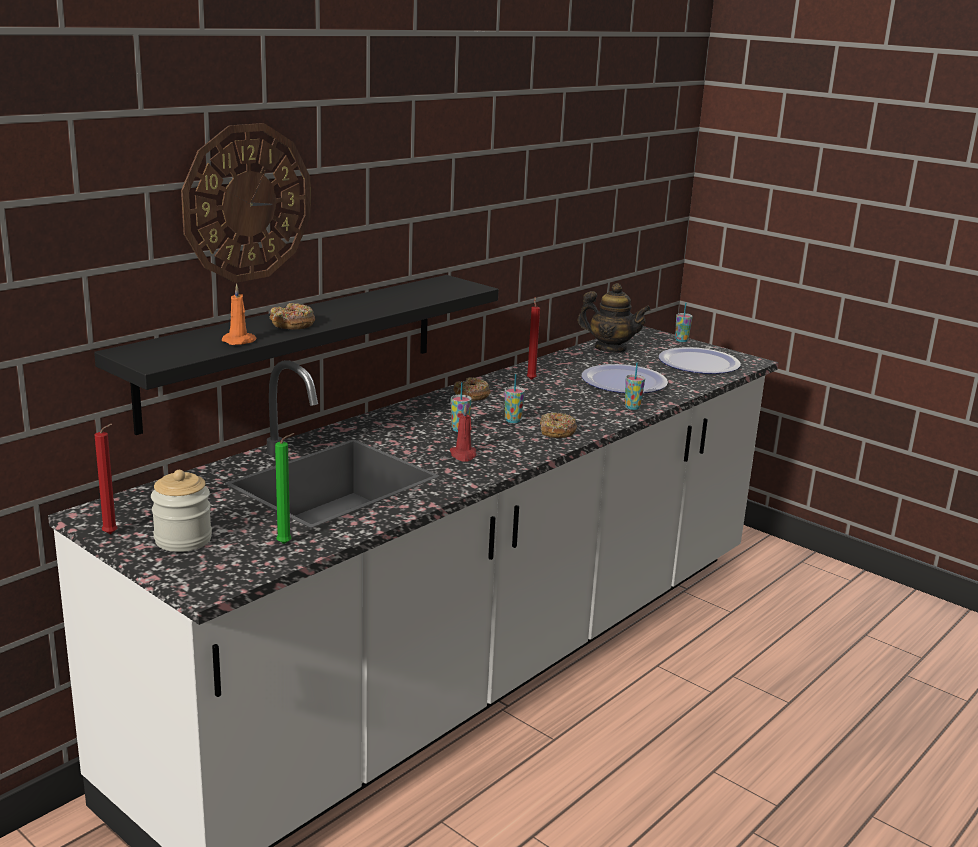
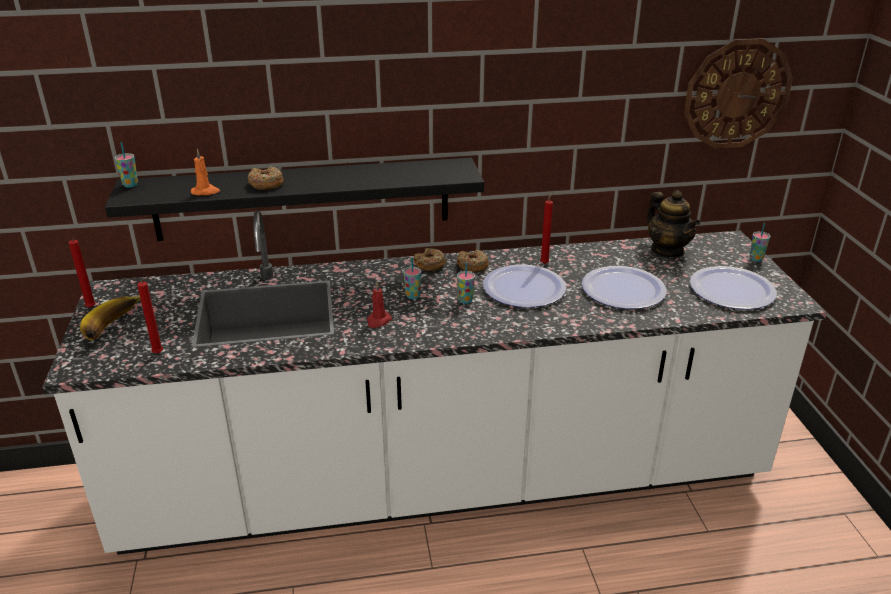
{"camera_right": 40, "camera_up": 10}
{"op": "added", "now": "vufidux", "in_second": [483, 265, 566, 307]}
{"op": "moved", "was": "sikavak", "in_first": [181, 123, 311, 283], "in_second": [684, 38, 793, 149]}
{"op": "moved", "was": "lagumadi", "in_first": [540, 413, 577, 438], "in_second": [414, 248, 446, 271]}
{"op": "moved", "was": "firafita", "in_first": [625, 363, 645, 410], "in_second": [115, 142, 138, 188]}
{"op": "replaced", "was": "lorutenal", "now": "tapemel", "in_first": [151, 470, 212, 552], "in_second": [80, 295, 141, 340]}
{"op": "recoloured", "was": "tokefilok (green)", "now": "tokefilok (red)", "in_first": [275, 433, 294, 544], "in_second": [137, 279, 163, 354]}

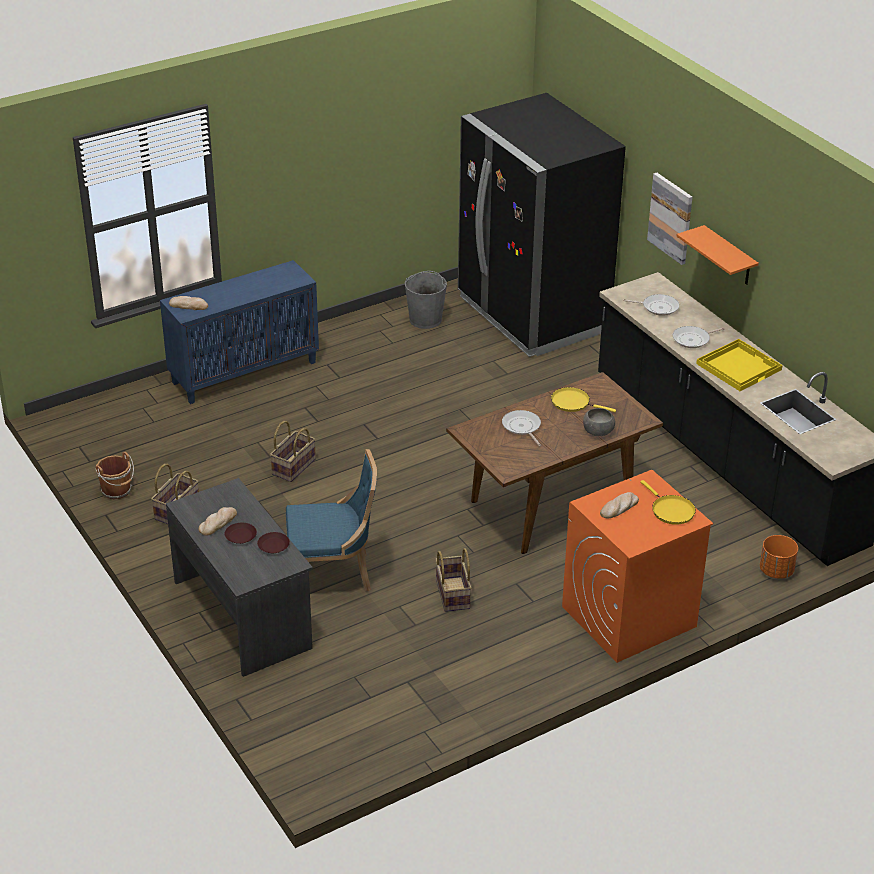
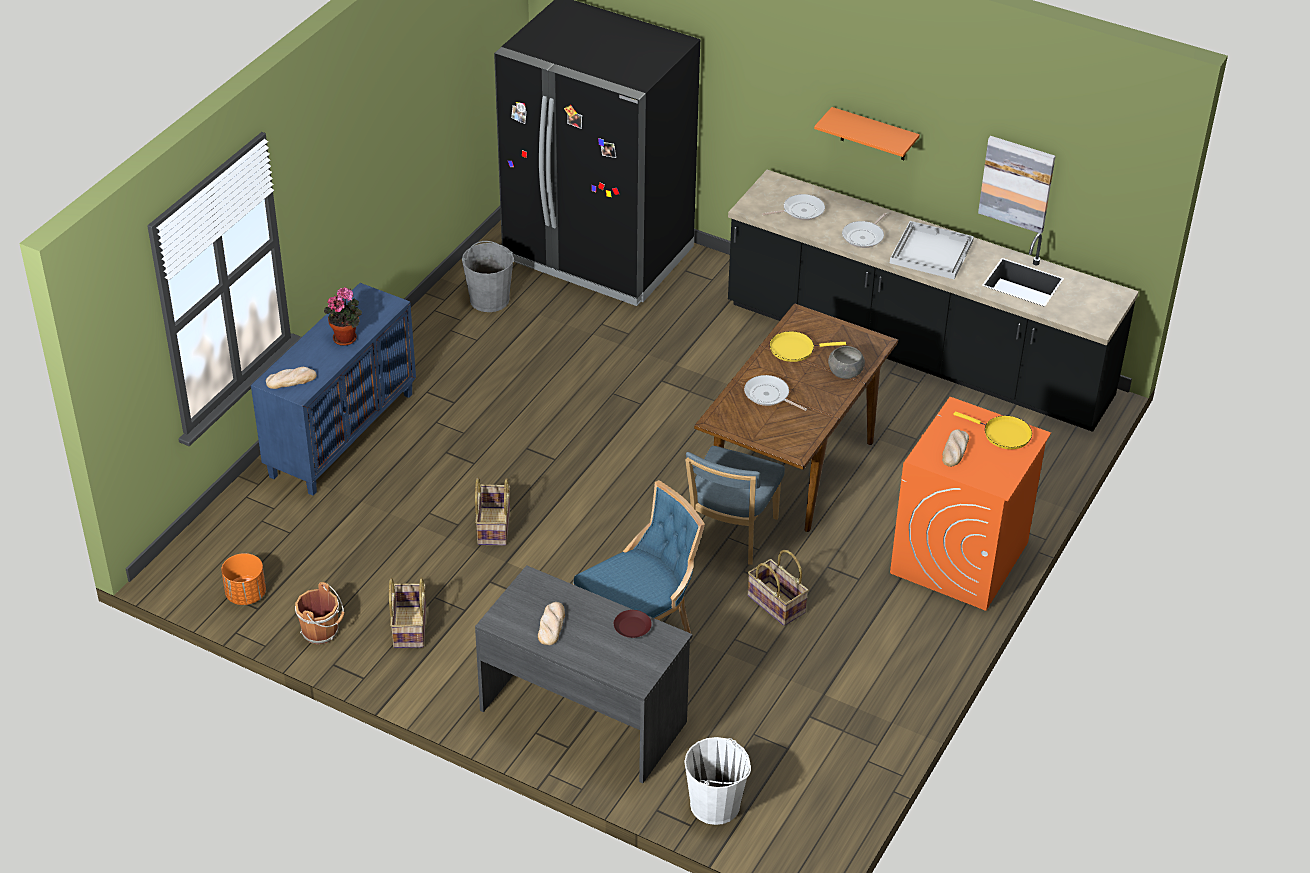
{"camera_right": -30, "camera_up": 5}
{"op": "removed", "was": "vufidux (brown)", "in_first": [225, 523, 257, 544]}
{"op": "added", "now": "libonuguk", "in_second": [324, 287, 362, 346]}
{"op": "added", "now": "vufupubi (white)", "in_second": [684, 737, 751, 825]}
{"op": "added", "now": "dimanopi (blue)", "in_second": [685, 446, 785, 565]}
{"op": "moved", "was": "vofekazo", "in_first": [647, 173, 693, 265], "in_second": [978, 136, 1055, 234]}
{"op": "moved", "was": "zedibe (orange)", "in_first": [760, 535, 798, 579], "in_second": [221, 553, 266, 605]}
{"op": "recoloured", "was": "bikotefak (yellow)", "now": "bikotefak (white)", "in_first": [696, 339, 783, 391], "in_second": [890, 221, 974, 279]}

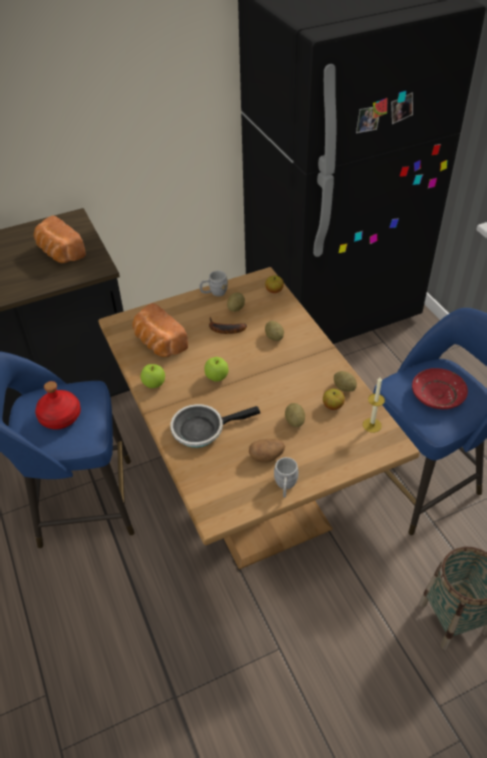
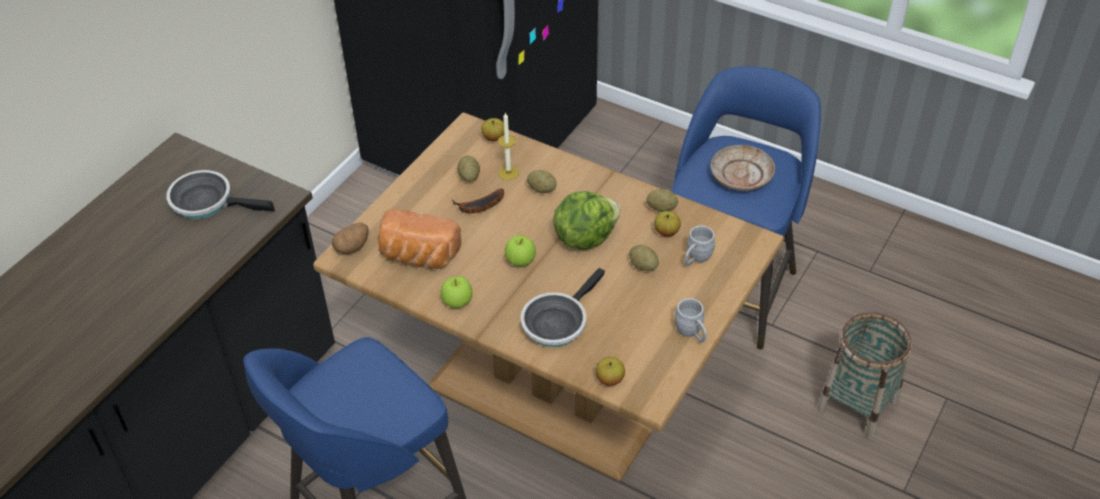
{"camera_right": -35, "camera_up": 0}
{"op": "removed", "was": "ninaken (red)", "in_first": [35, 381, 81, 430]}
{"op": "added", "now": "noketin", "in_second": [553, 191, 621, 250]}
{"op": "added", "now": "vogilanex", "in_second": [596, 357, 625, 386]}
{"op": "moved", "was": "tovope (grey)", "in_first": [199, 271, 228, 297], "in_second": [684, 226, 715, 266]}
{"op": "moved", "was": "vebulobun", "in_first": [249, 439, 285, 463], "in_second": [332, 223, 369, 254]}
{"op": "moved", "was": "tokefilok", "in_first": [363, 377, 385, 433], "in_second": [498, 112, 519, 180]}
{"op": "replaced", "was": "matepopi", "now": "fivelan", "in_first": [34, 215, 86, 263], "in_second": [166, 170, 275, 219]}
{"op": "recoloured", "was": "vufidux (red)", "now": "vufidux (beige)", "in_first": [412, 368, 468, 409], "in_second": [711, 145, 775, 191]}

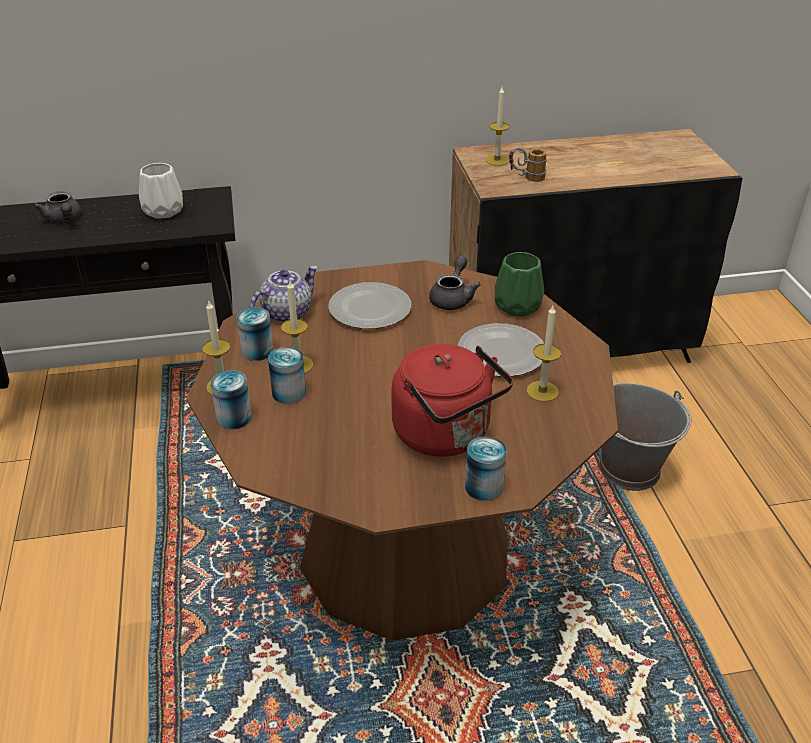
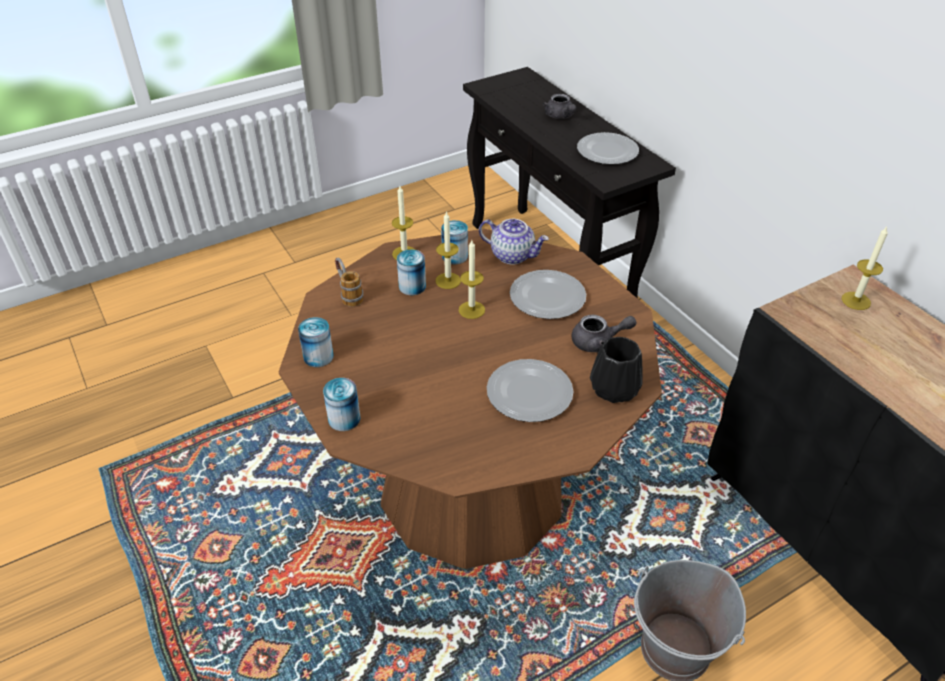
{"camera_right": 70, "camera_up": 5}
{"op": "removed", "was": "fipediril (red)", "in_first": [391, 344, 513, 457]}
{"op": "moved", "was": "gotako", "in_first": [211, 370, 252, 429], "in_second": [298, 317, 334, 367]}
{"op": "moved", "was": "tovope", "in_first": [509, 147, 547, 182], "in_second": [335, 258, 364, 307]}
{"op": "moved", "was": "tokefilok", "in_first": [527, 305, 561, 402], "in_second": [459, 240, 485, 319]}
{"op": "replaced", "was": "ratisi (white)", "now": "vufidux", "in_first": [139, 163, 183, 219], "in_second": [577, 132, 639, 165]}
{"op": "recoloured", "was": "ratisi (green)", "now": "ratisi (black)", "in_first": [495, 252, 544, 317], "in_second": [590, 337, 643, 403]}
{"op": "turned", "was": "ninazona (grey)", "in_first": [33, 191, 81, 222], "in_second": [543, 94, 576, 119], "clockwise": -60}

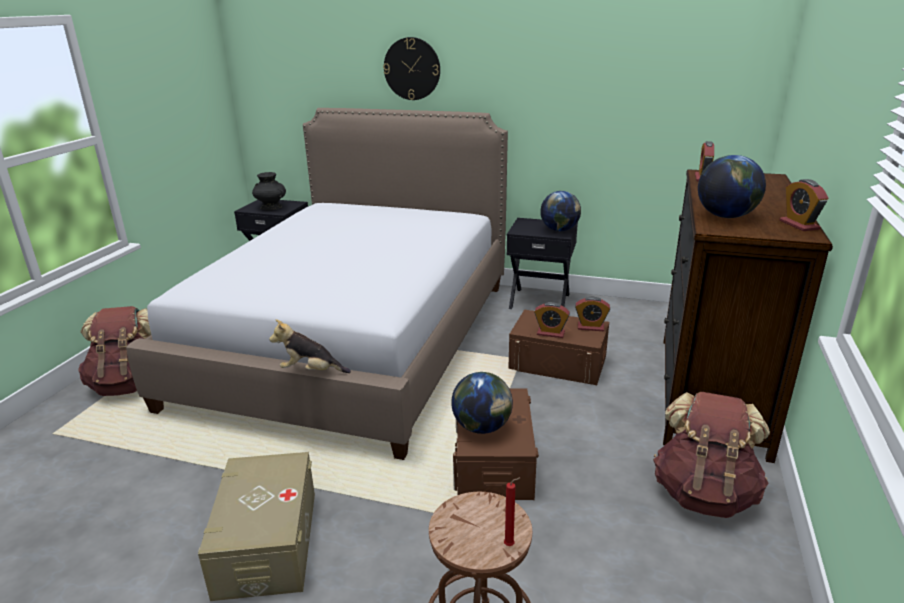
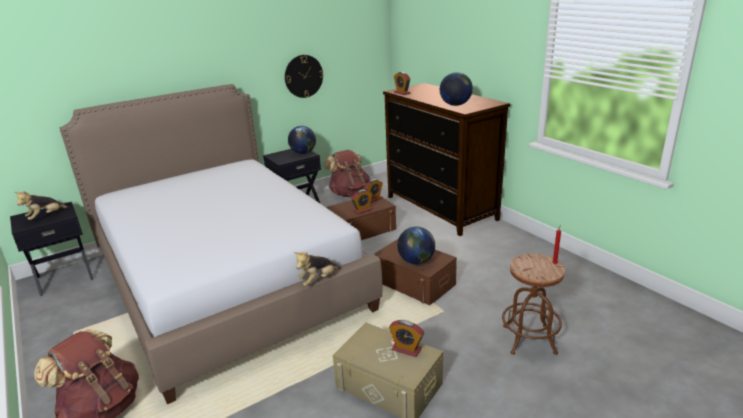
{"camera_right": -50, "camera_up": 0}
{"op": "moved", "was": "sikavak", "in_first": [383, 37, 440, 100], "in_second": [285, 55, 324, 98]}
{"op": "moved", "was": "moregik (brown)", "in_first": [653, 392, 770, 518], "in_second": [324, 150, 370, 197]}
{"op": "moved", "was": "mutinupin", "in_first": [779, 179, 829, 231], "in_second": [389, 320, 424, 357]}
{"op": "replaced", "was": "ratisi (black)", "now": "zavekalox", "in_first": [252, 172, 286, 211], "in_second": [14, 190, 70, 220]}

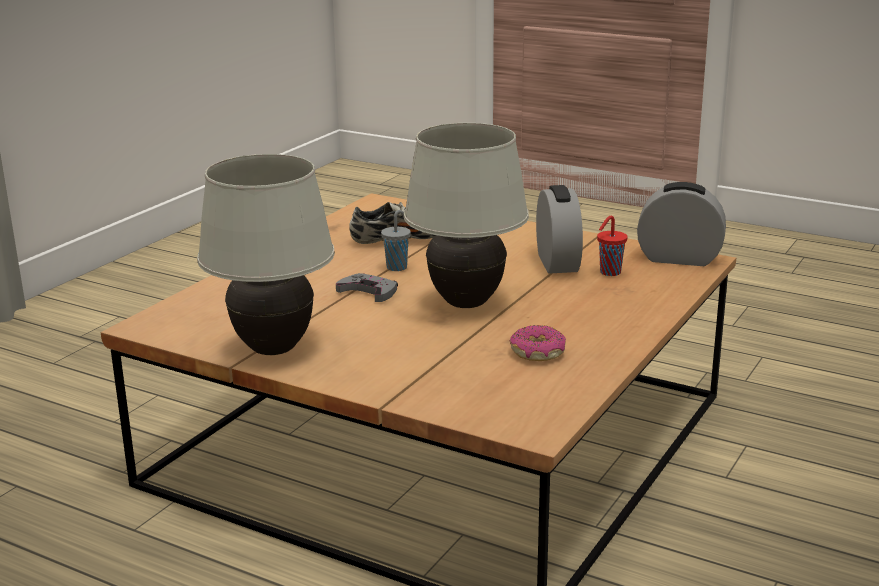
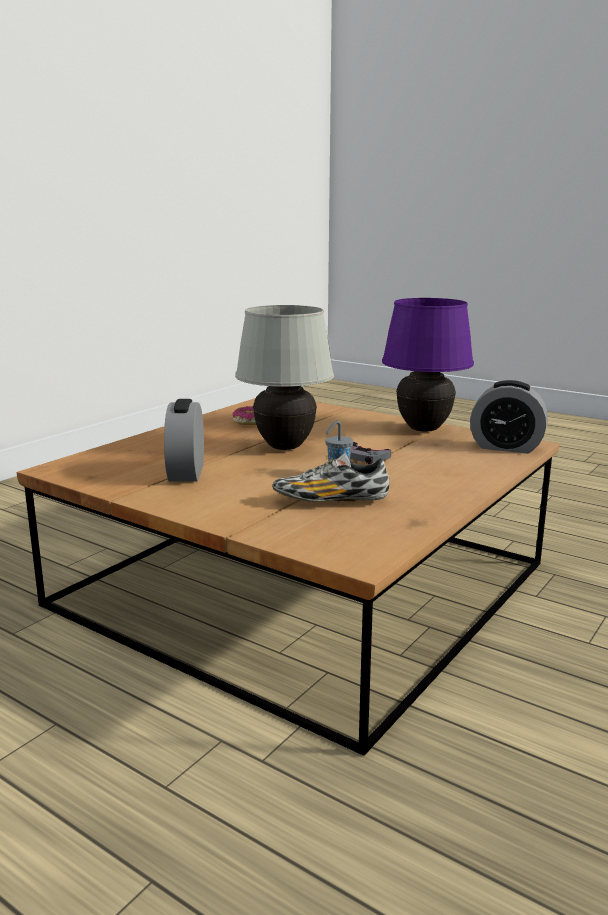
{"camera_right": -175, "camera_up": -5}
{"op": "removed", "was": "firafita (red)", "in_first": [597, 216, 628, 276]}
{"op": "moved", "was": "mutinupin", "in_first": [637, 182, 726, 266], "in_second": [470, 380, 548, 453]}
{"op": "recoloured", "was": "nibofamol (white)", "now": "nibofamol (purple)", "in_first": [197, 154, 335, 355], "in_second": [382, 298, 474, 432]}

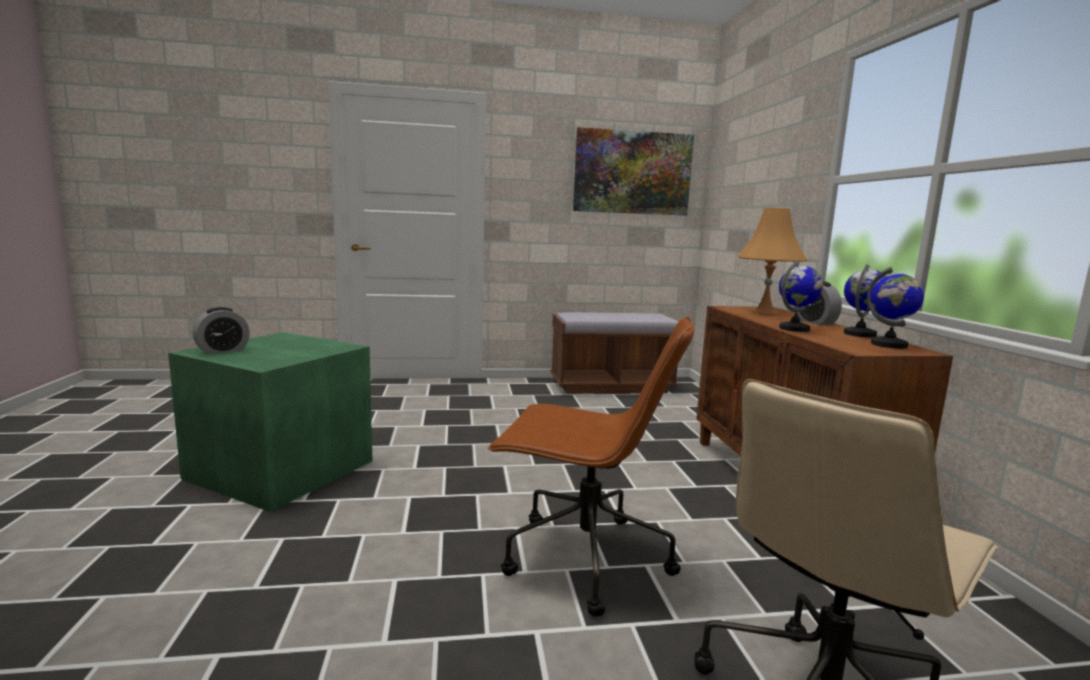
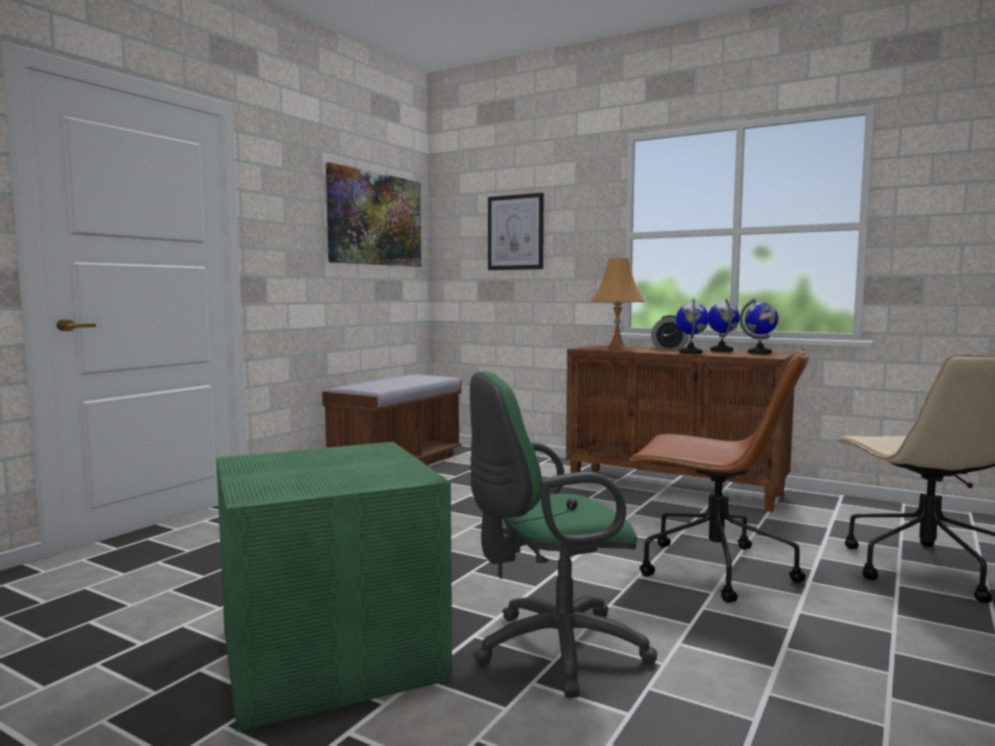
{"camera_right": -50, "camera_up": -5}
{"op": "removed", "was": "mutinupin", "in_first": [192, 307, 250, 354]}
{"op": "added", "now": "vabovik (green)", "in_second": [470, 371, 657, 698]}
{"op": "added", "now": "vofekazo", "in_second": [488, 193, 544, 270]}
{"op": "turned", "was": "vabovik (brown)", "in_first": [487, 316, 695, 617], "in_second": [629, 348, 809, 603], "clockwise": 60}

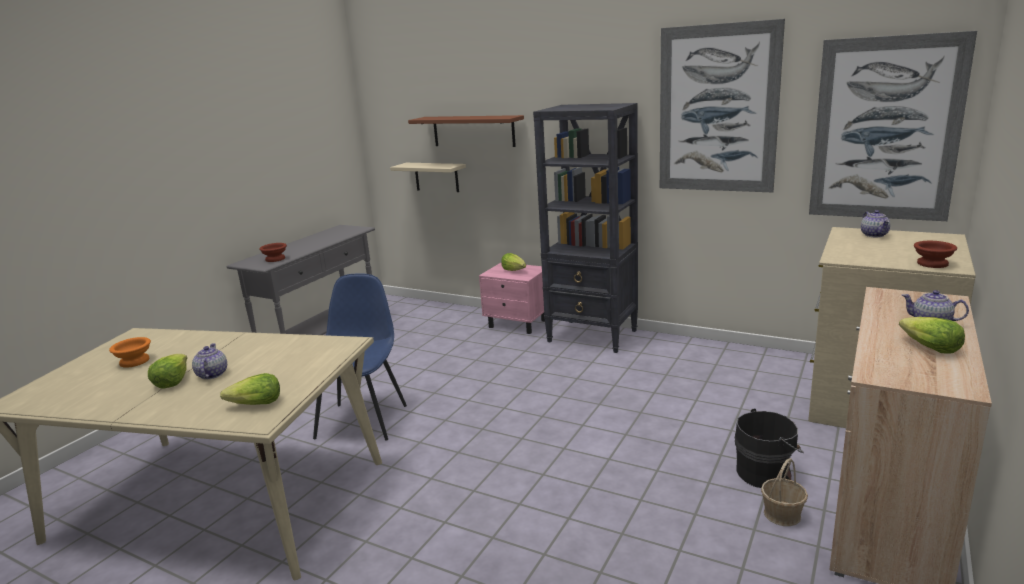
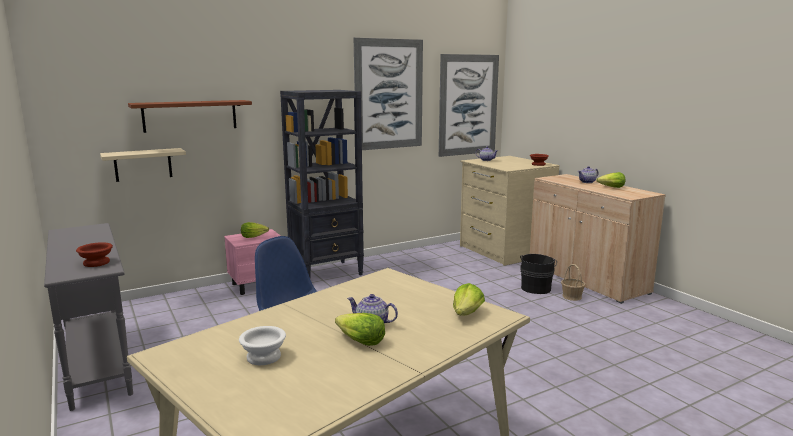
{"camera_right": -60, "camera_up": -5}
{"op": "recoloured", "was": "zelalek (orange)", "now": "zelalek (white)", "in_first": [109, 337, 151, 368], "in_second": [239, 326, 286, 365]}

